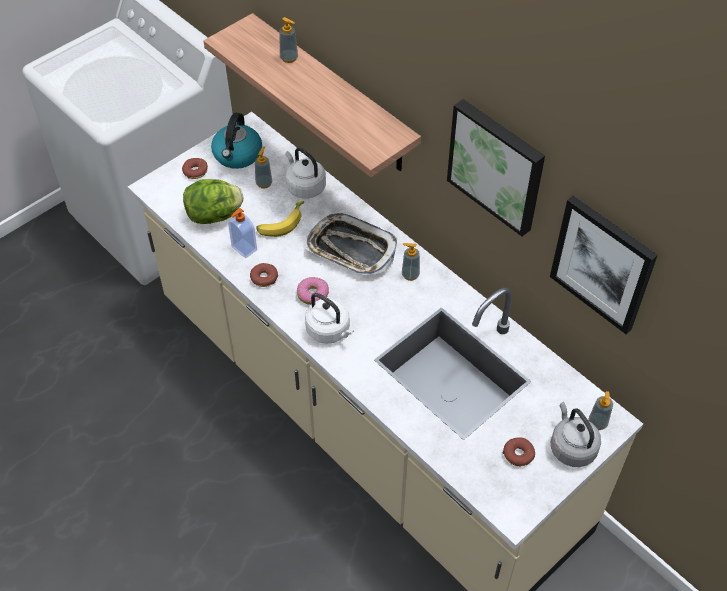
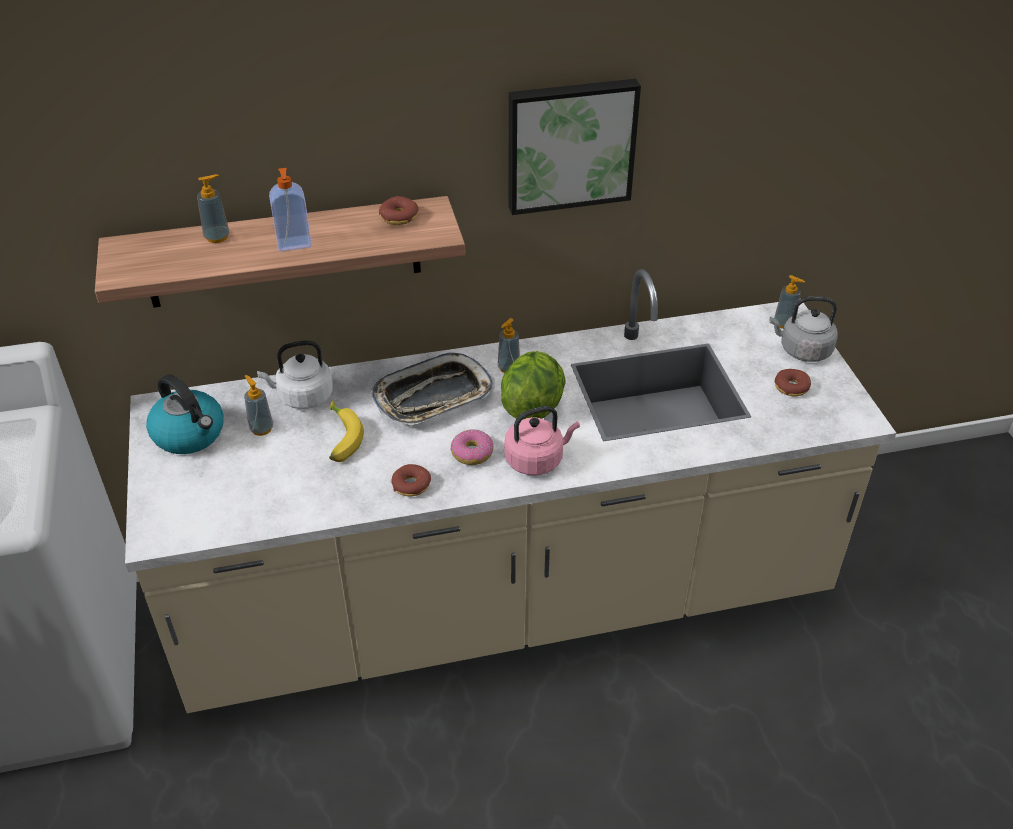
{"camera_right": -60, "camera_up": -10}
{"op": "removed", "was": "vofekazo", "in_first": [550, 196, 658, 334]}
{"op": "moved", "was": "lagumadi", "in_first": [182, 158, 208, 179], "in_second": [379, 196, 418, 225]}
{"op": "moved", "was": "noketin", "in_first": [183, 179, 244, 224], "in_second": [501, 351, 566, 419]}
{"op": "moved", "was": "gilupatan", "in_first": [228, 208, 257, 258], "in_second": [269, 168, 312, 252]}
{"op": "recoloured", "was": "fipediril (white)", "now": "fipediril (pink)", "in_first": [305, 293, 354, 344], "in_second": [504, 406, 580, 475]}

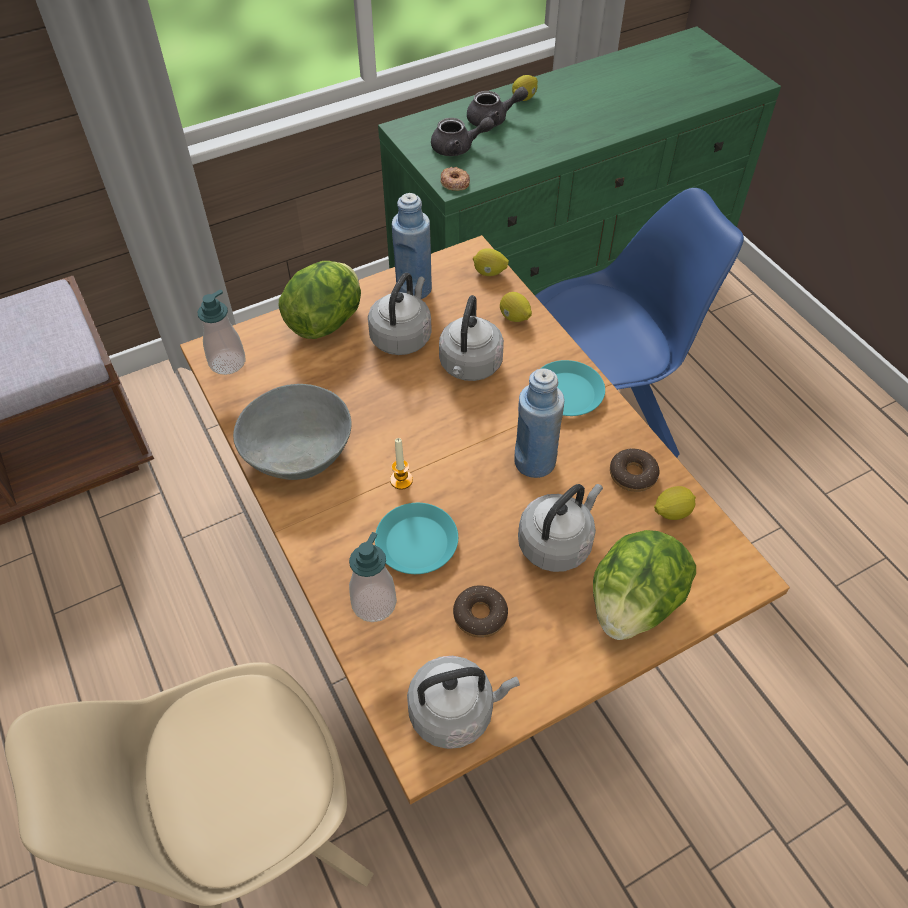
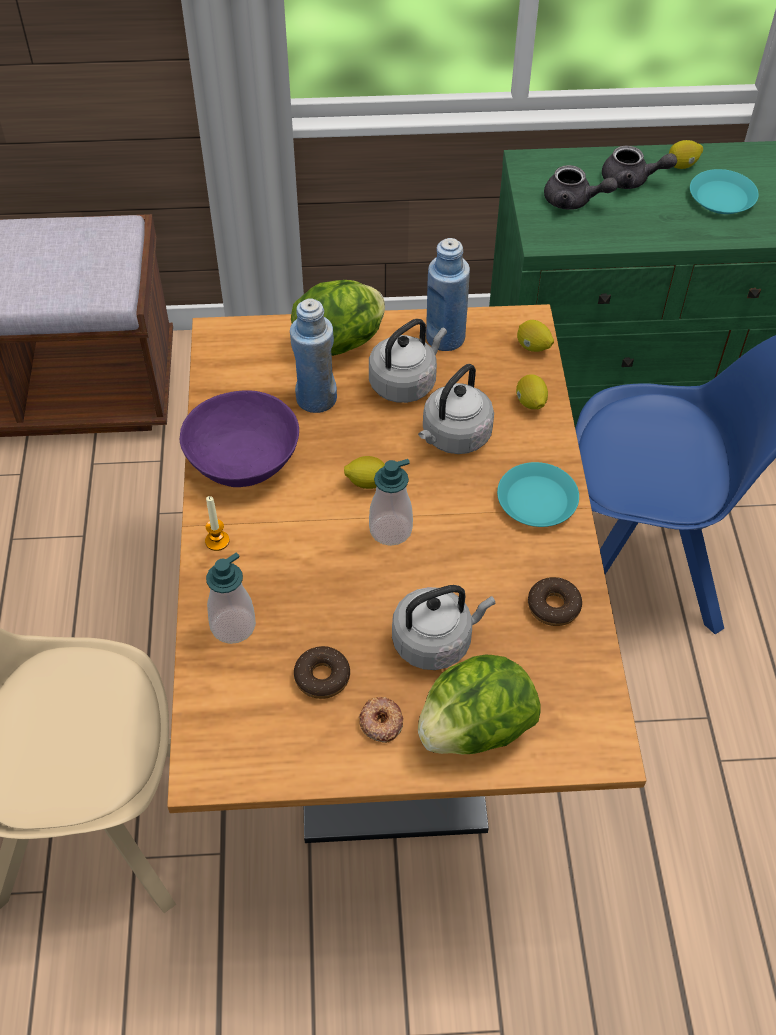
{"camera_right": 25, "camera_up": 0}
{"op": "removed", "was": "fipediril (grey)", "in_first": [407, 656, 520, 749]}
{"op": "moved", "was": "gilupatan", "in_first": [198, 289, 246, 375], "in_second": [369, 459, 413, 546]}
{"op": "moved", "was": "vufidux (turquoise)", "in_first": [375, 503, 458, 574], "in_second": [690, 169, 759, 214]}
{"op": "moved", "was": "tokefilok", "in_first": [390, 438, 413, 490], "in_second": [205, 496, 229, 551]}
{"op": "moved", "was": "lagumadi", "in_first": [440, 167, 470, 191], "in_second": [359, 697, 403, 743]}
{"op": "moved", "was": "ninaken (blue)", "in_first": [514, 369, 564, 478], "in_second": [290, 299, 337, 413]}
{"op": "moved", "was": "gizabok", "in_first": [654, 486, 696, 520], "in_second": [344, 456, 385, 489]}
{"op": "recoloured", "was": "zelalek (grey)", "now": "zelalek (purple)", "in_first": [233, 384, 352, 480], "in_second": [180, 390, 299, 487]}

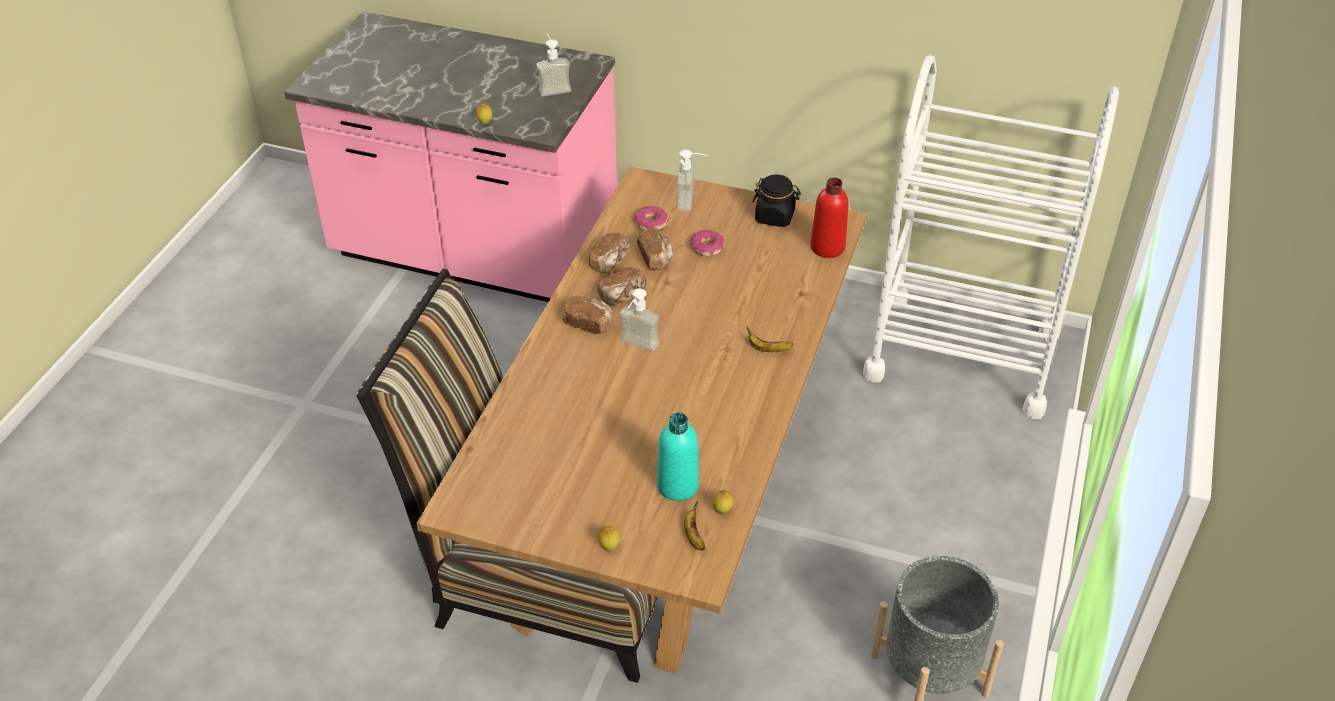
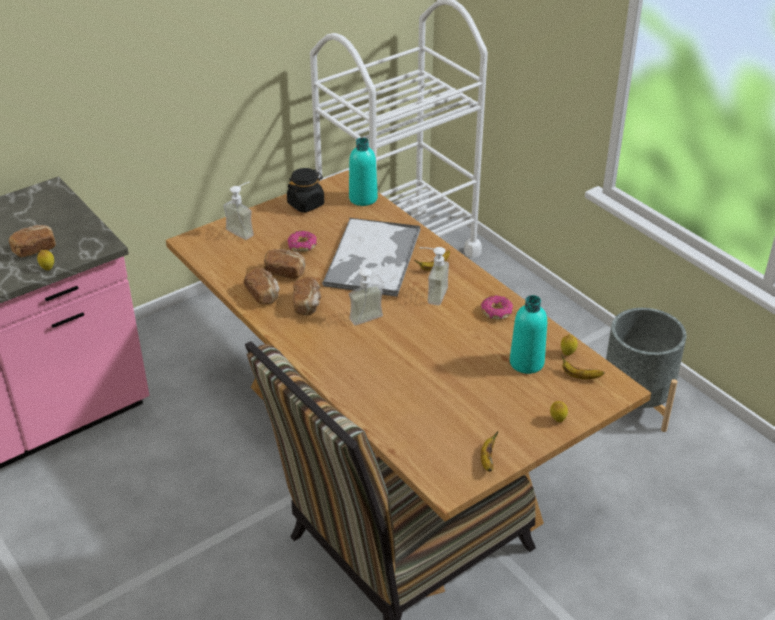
{"camera_right": -55, "camera_up": -5}
{"op": "added", "now": "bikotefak", "in_second": [322, 218, 421, 297]}
{"op": "added", "now": "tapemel", "in_second": [481, 431, 498, 472]}
{"op": "moved", "was": "gilupatan", "in_first": [537, 33, 571, 97], "in_second": [419, 247, 449, 306]}
{"op": "moved", "was": "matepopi", "in_first": [563, 295, 613, 334], "in_second": [9, 225, 56, 257]}
{"op": "moved", "was": "lagumadi", "in_first": [634, 206, 667, 231], "in_second": [481, 296, 513, 320]}
{"op": "recoloured", "was": "ninaken (red)", "now": "ninaken (turquoise)", "in_first": [810, 178, 849, 258], "in_second": [349, 138, 378, 206]}

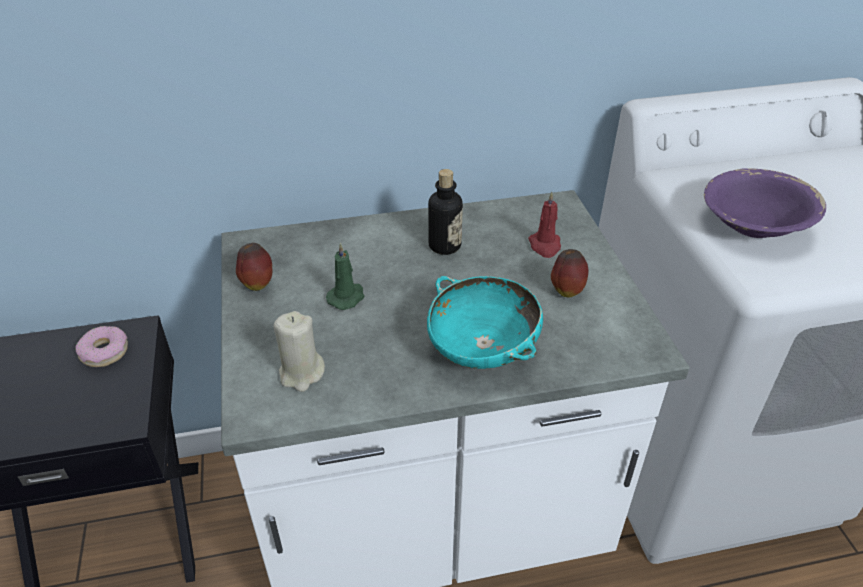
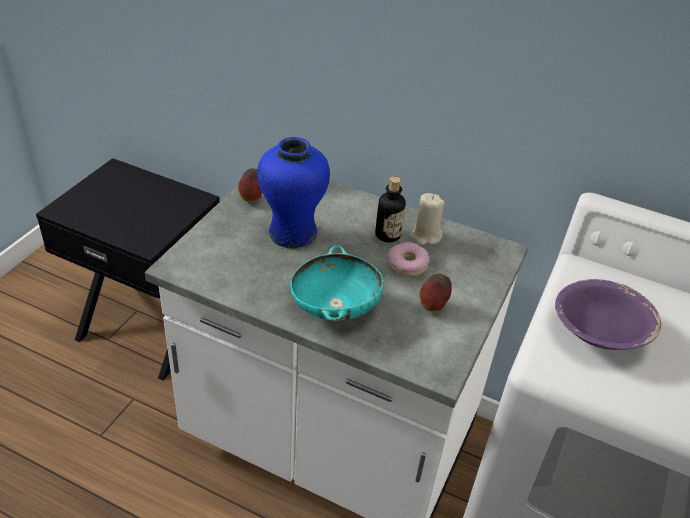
{"camera_right": 35, "camera_up": 0}
{"op": "removed", "was": "tokefilok (red)", "in_first": [528, 192, 561, 258]}
{"op": "moved", "was": "lagumadi", "in_first": [75, 326, 128, 367], "in_second": [387, 242, 430, 276]}
{"op": "moved", "was": "tokefilok (beige)", "in_first": [274, 311, 325, 392], "in_second": [411, 193, 445, 245]}
{"op": "replaced", "was": "tokefilok (green)", "now": "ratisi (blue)", "in_first": [326, 243, 365, 310], "in_second": [257, 137, 330, 249]}

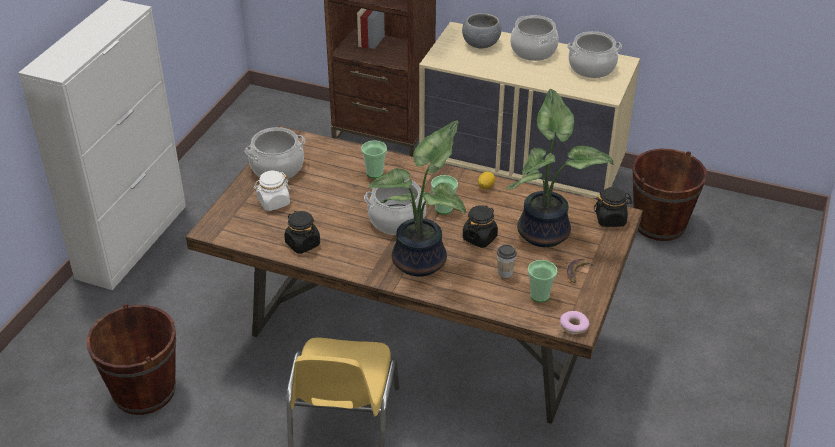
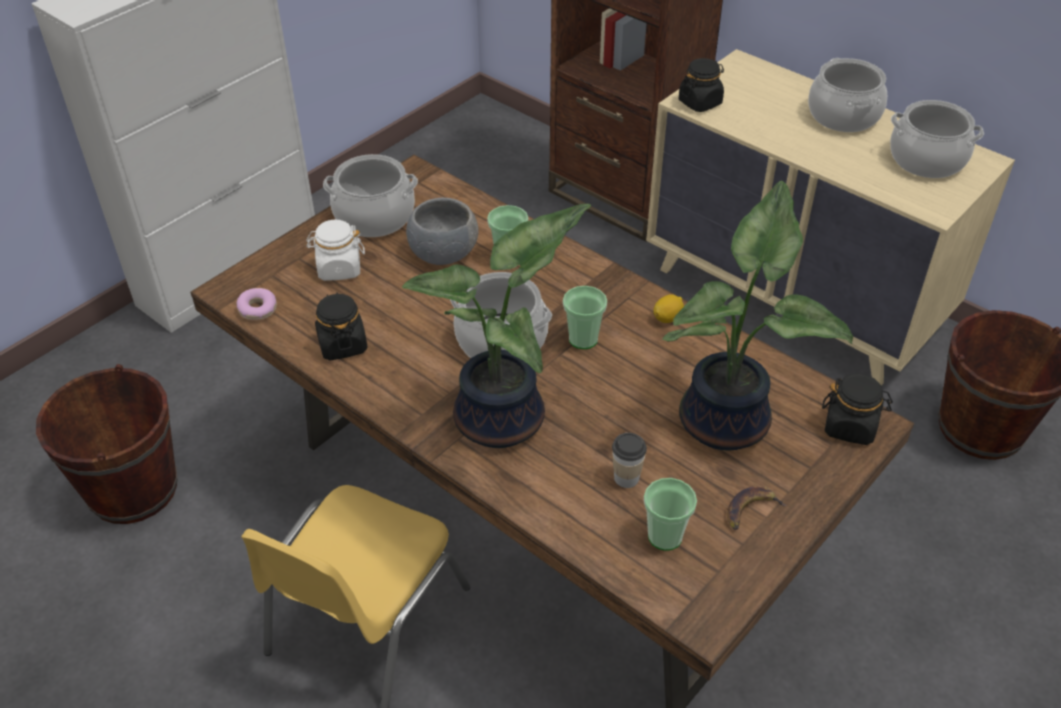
{"camera_right": 20, "camera_up": 5}
{"op": "moved", "was": "zelalek (grey)", "in_first": [462, 13, 502, 48], "in_second": [406, 198, 479, 265]}
{"op": "moved", "was": "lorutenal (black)", "in_first": [463, 205, 498, 248], "in_second": [679, 58, 724, 112]}
{"op": "moved", "was": "lagumadi", "in_first": [560, 311, 589, 335], "in_second": [237, 288, 277, 320]}

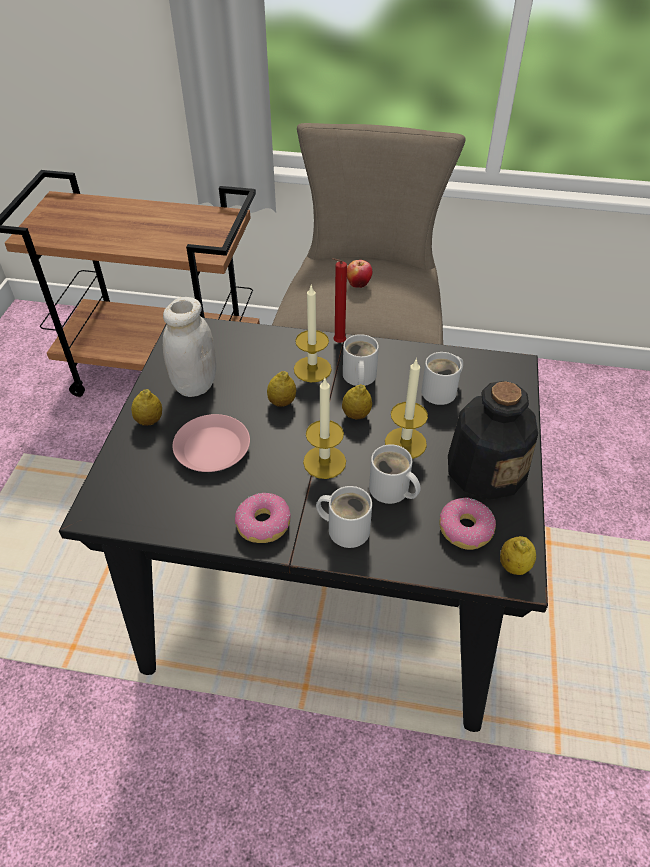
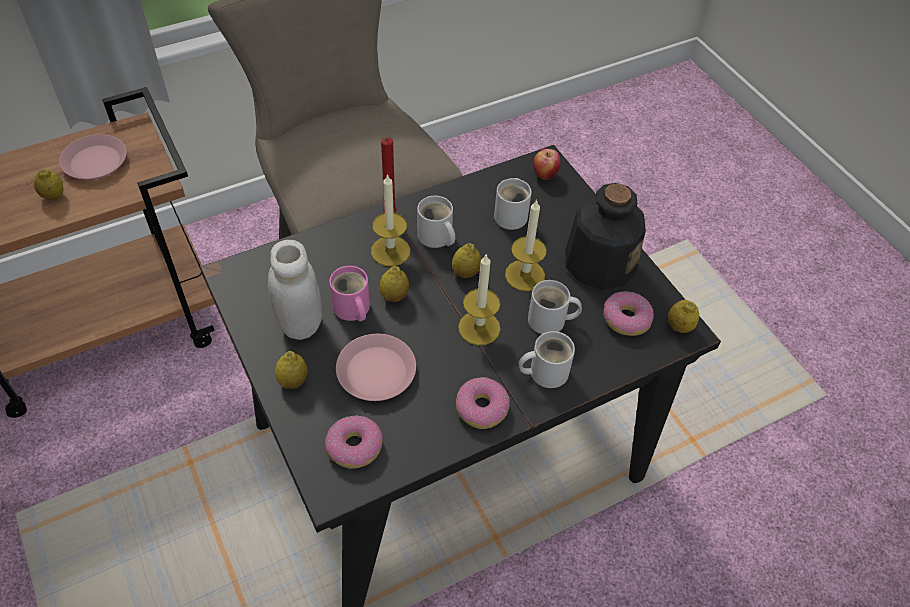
{"camera_right": -40, "camera_up": 5}
{"op": "added", "now": "gizabok", "in_second": [34, 169, 64, 200]}
{"op": "added", "now": "vufidux (pink)", "in_second": [59, 134, 127, 179]}
{"op": "added", "now": "lagumadi", "in_second": [325, 415, 383, 469]}
{"op": "added", "now": "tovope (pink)", "in_second": [329, 266, 370, 322]}
{"op": "moved", "was": "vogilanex", "in_first": [347, 260, 372, 288], "in_second": [533, 149, 561, 180]}

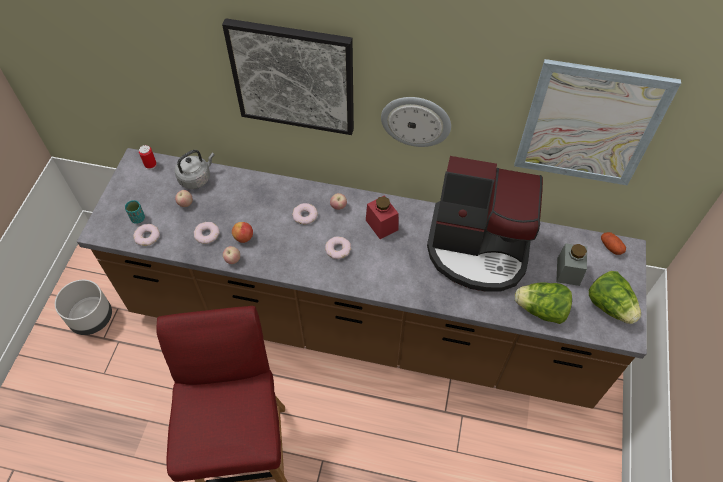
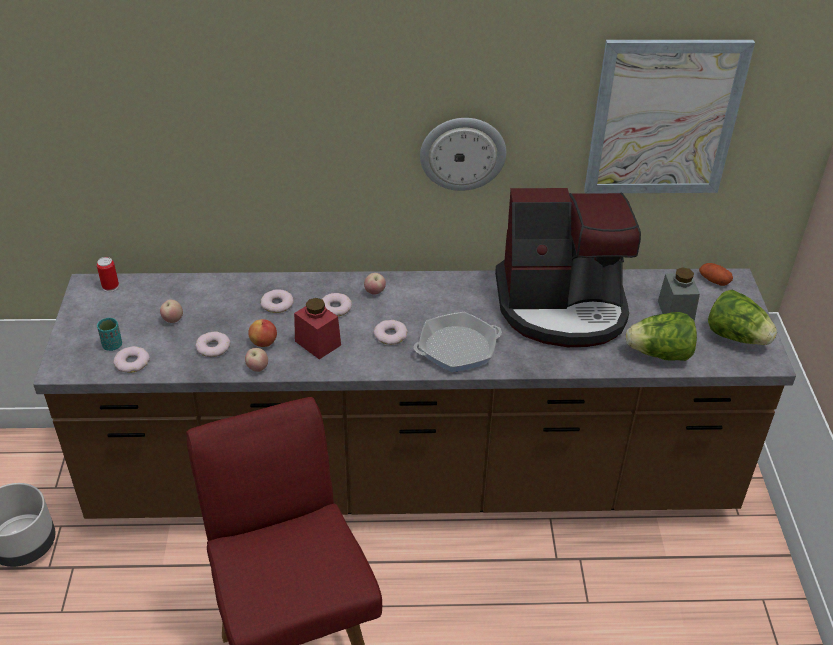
{"camera_right": -15, "camera_up": -15}
{"op": "removed", "was": "fipediril (grey)", "in_first": [175, 150, 215, 189]}
{"op": "removed", "was": "vofekazo", "in_first": [222, 18, 354, 135]}
{"op": "added", "now": "lagumadi", "in_second": [261, 289, 294, 313]}
{"op": "added", "now": "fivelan", "in_second": [414, 312, 502, 372]}
{"op": "moved", "was": "lorutenal (red)", "in_first": [366, 195, 398, 239], "in_second": [294, 298, 341, 360]}

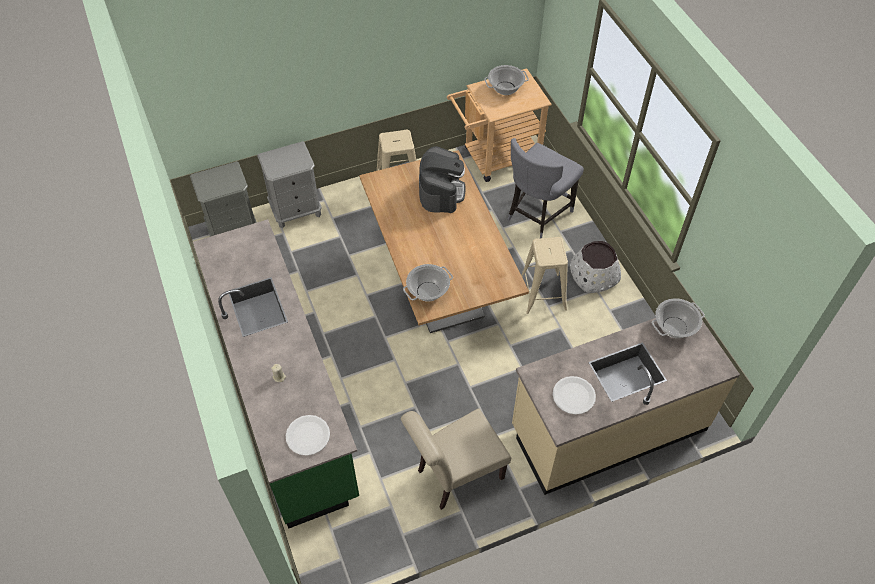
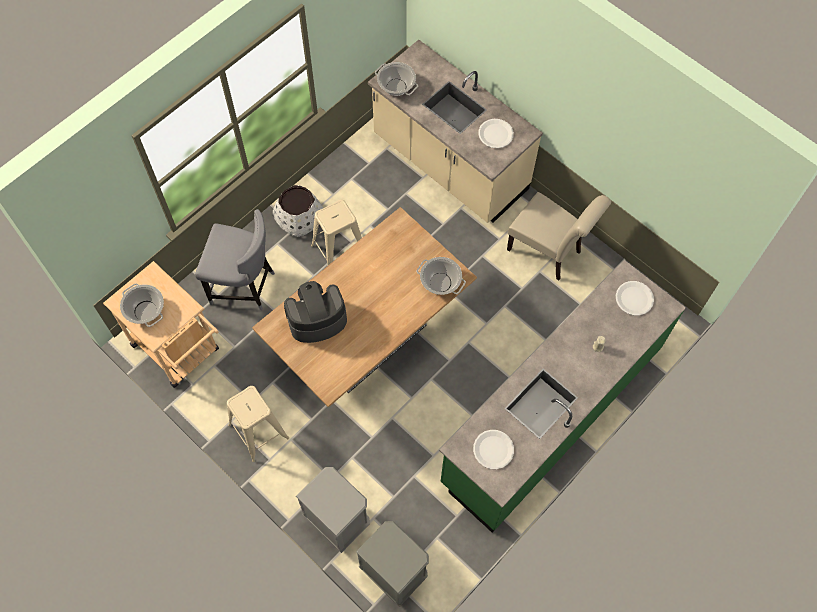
{"camera_right": -115, "camera_up": 10}
{"op": "added", "now": "vufidux (white)", "in_second": [473, 430, 514, 469]}

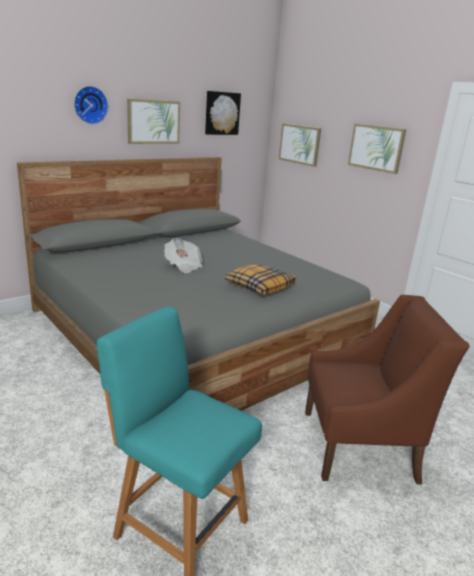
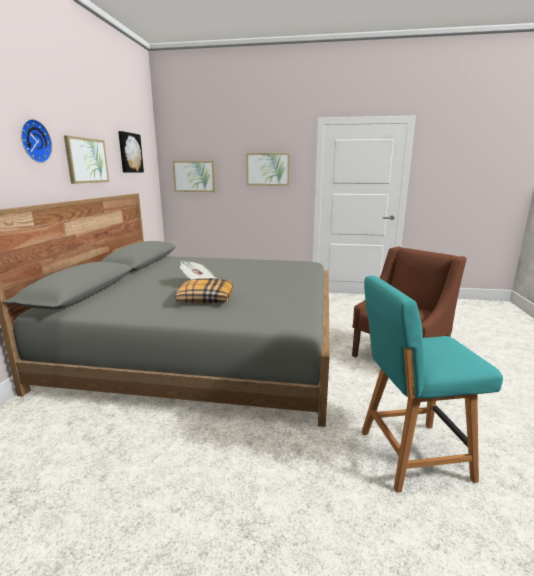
{"camera_right": -40, "camera_up": -5}
{"op": "moved", "was": "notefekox", "in_first": [225, 264, 296, 295], "in_second": [175, 278, 233, 303]}

